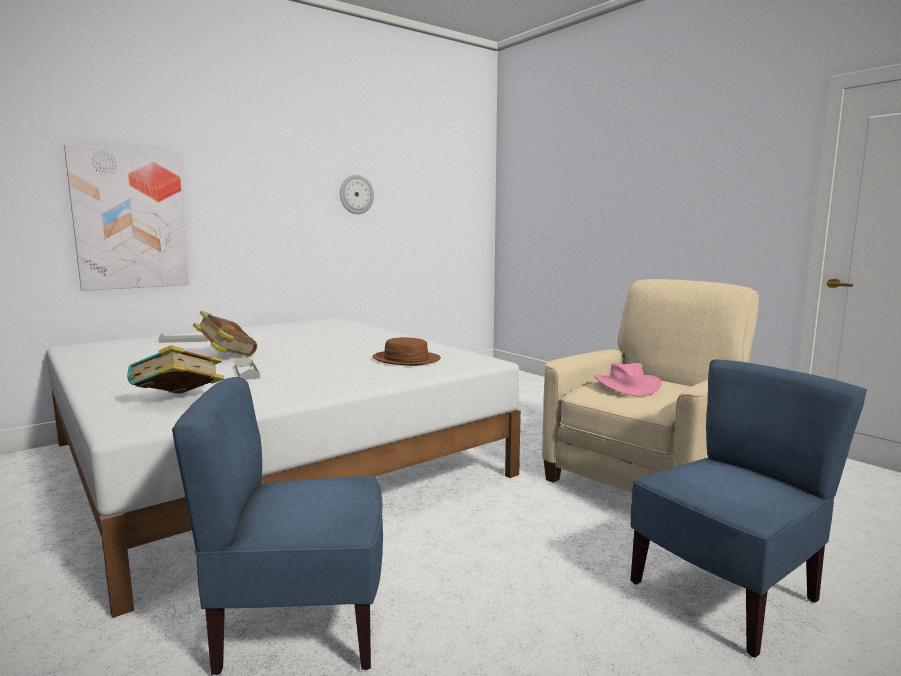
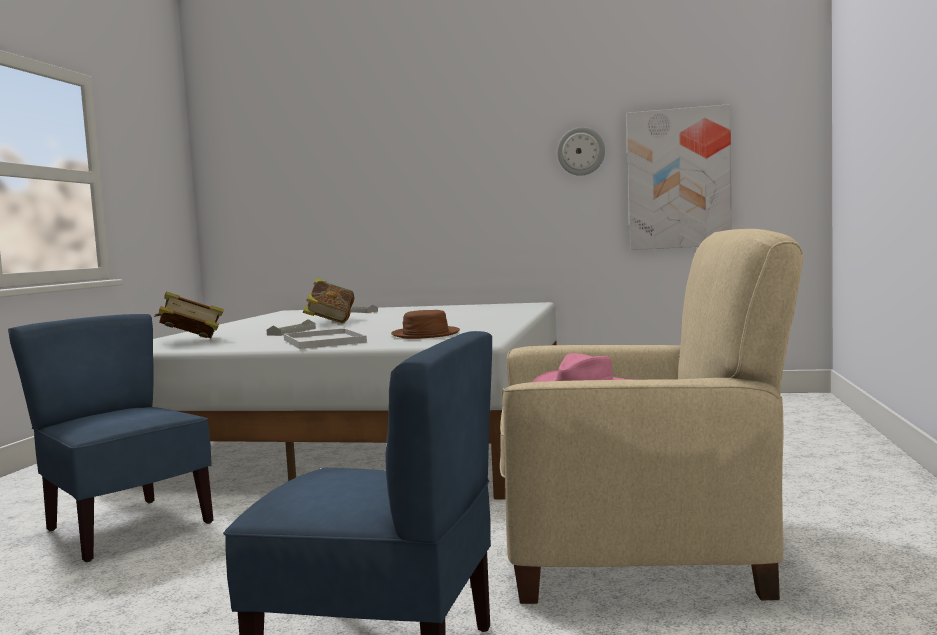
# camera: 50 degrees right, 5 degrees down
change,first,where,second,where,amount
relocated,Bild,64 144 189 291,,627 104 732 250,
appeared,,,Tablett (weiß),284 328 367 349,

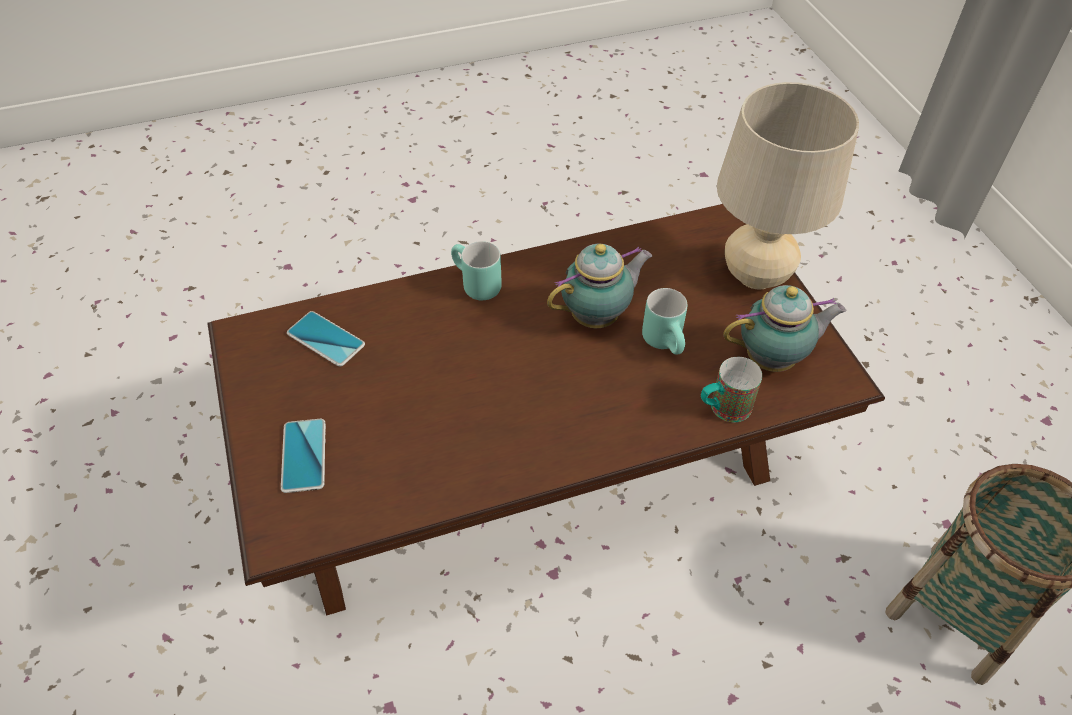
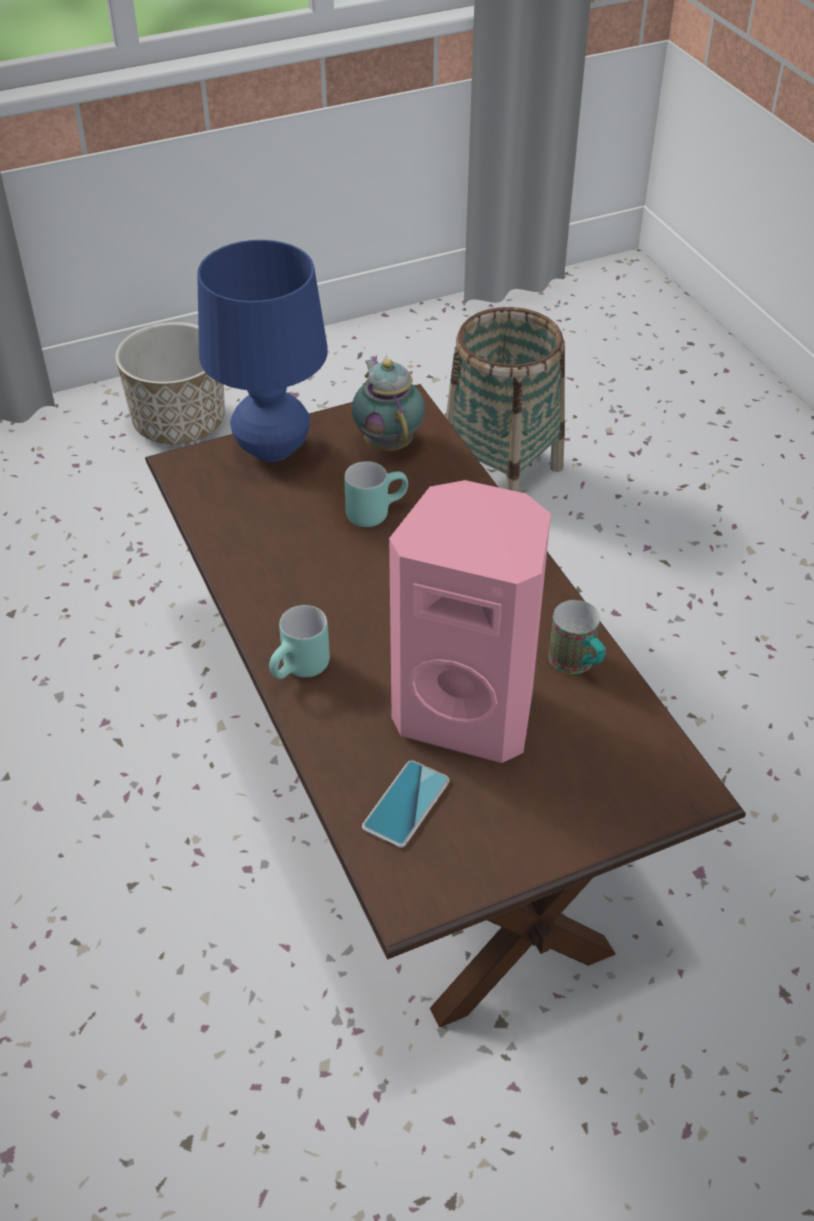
# camera: 95 degrees left, 5 degrees down
change,first,where,second,where,amount
missing,Handy,281 419 326 493,,,
missing,Teekanne,547 244 652 328,,,
relocated,Henkelbecher,701 357 762 422,,549 600 606 674,
colour,Tischlampe (beige),717 82 859 289,Tischlampe (blau),197 240 328 462,
appeared,,,Pflanzkübel,115 322 225 444,
appeared,,,Lautsprecher (rosa),389 480 551 763,

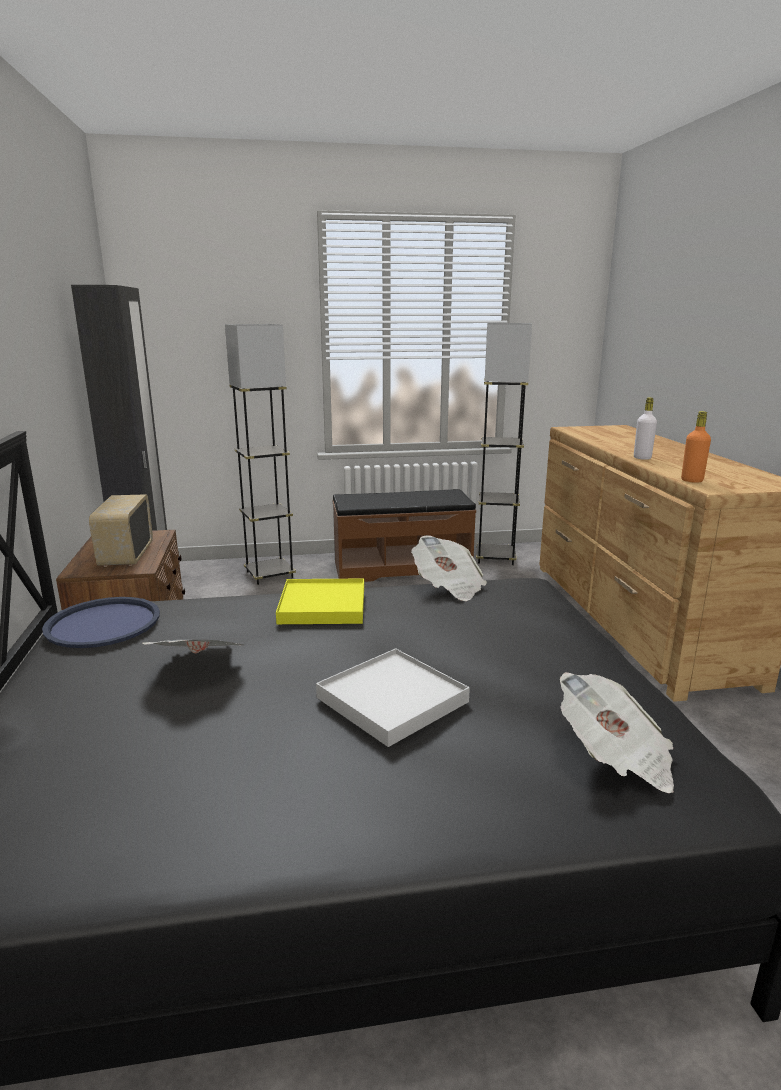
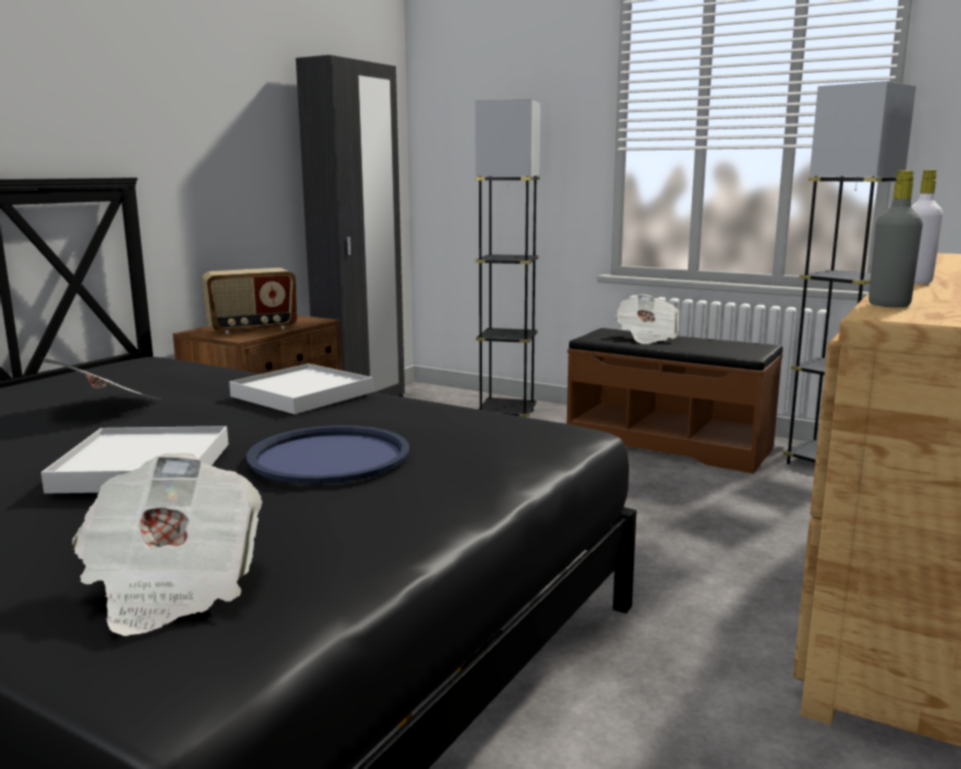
# camera: 40 degrees right, 5 degrees down
change,first,where,second,where,amount
relocated,Tablett (blau),42 597 160 648,,246 425 409 484,
spun,Radio,89 494 153 567,,202 268 297 334,150 degrees counterclockwise
colour,Tablett (gelb),276 579 364 624,Tablett (weiß),229 364 373 414,
relocated,Zeitung,411 535 487 601,,615 294 679 344,
colour,Flasche (orange),681 411 711 482,Flasche (grau),869 170 923 307,

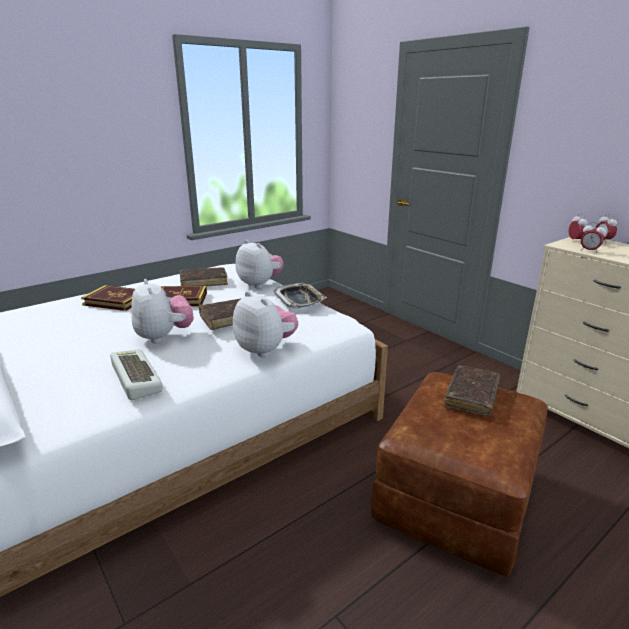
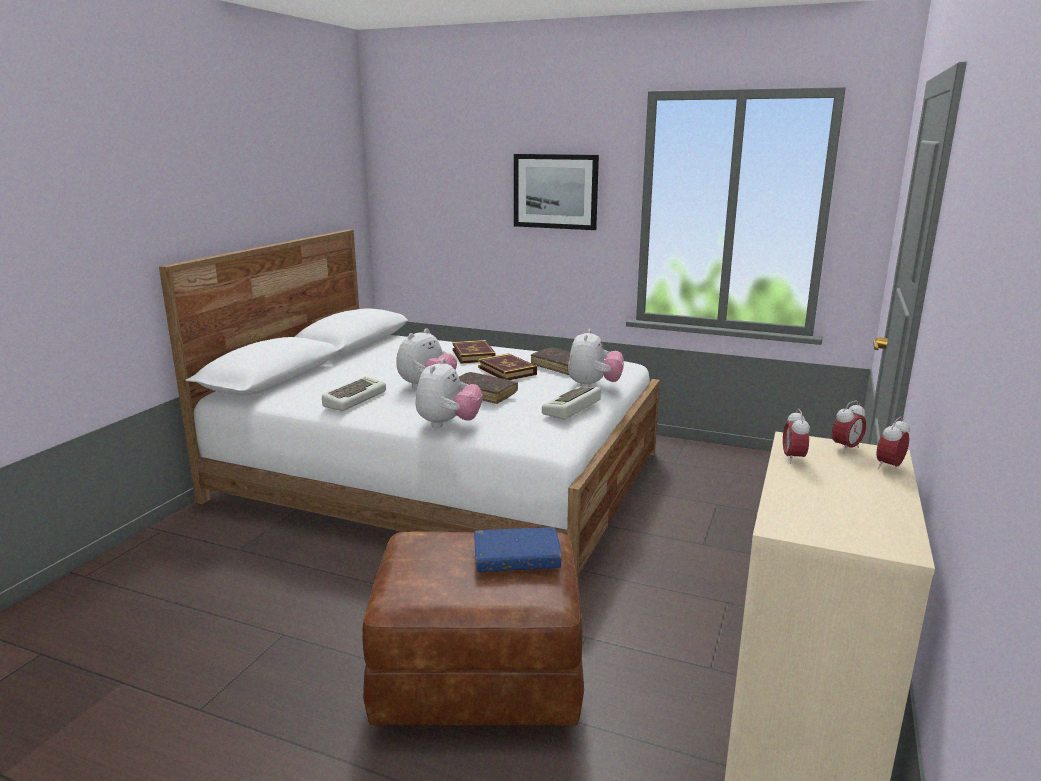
# camera: 60 degrees right, 5 degrees down
change,first,where,second,where,amount
exchanged,Tablett,274 283 327 308,Tastatur,542 387 601 419,
colour,Buch (braun),444 366 501 416,Buch (blau),474 527 562 572,
appeared,,,Bild,514 154 599 230,

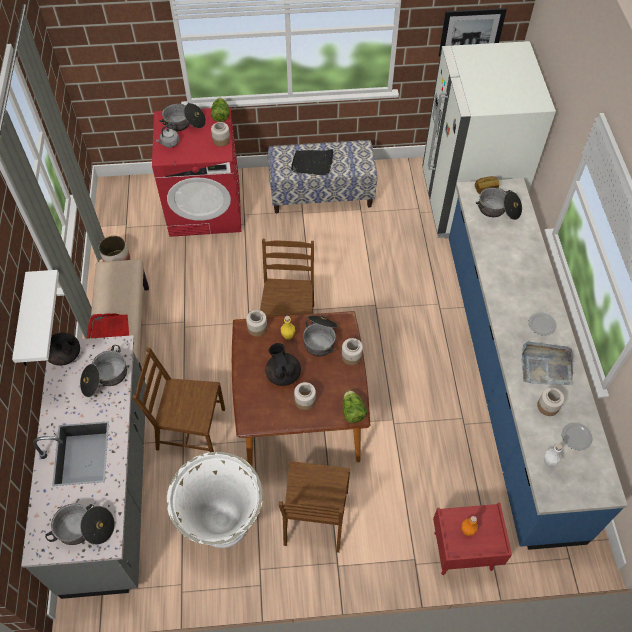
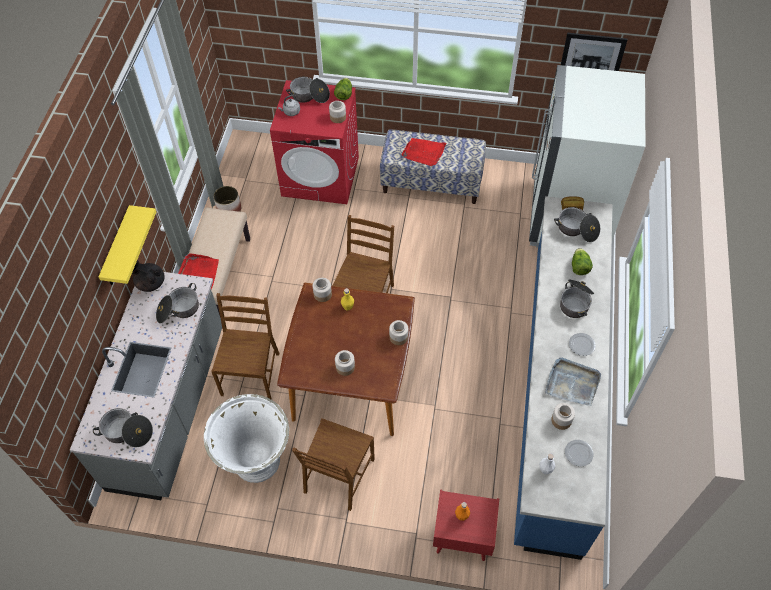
# camera: 15 degrees right, 0 degrees up
change,first,where,second,where,amount
colour,Wandregal (weiß),12 270 59 366,Wandregal (gelb),99 205 156 285,
spun,Stuhl (braun),132 348 225 452,,211 293 279 399,75 degrees clockwise
missing,Teekanne (schwarz),265 343 301 386,,,
colour,Tablett (schwarz),291 149 333 175,Tablett (rot),401 138 446 166,
relocated,Kochtopf,303 315 338 356,,560 279 594 318,
relocated,Salatkopf,343 390 367 423,,572 248 593 275,

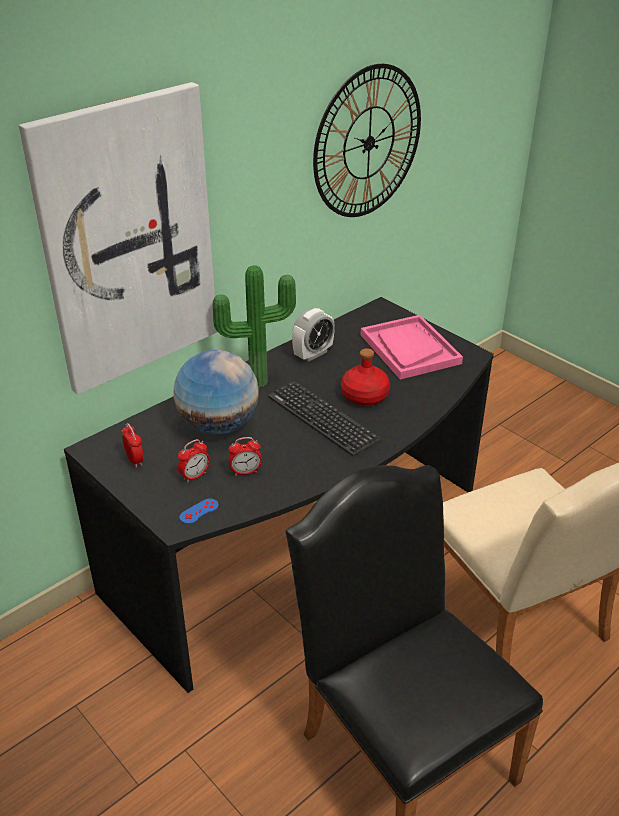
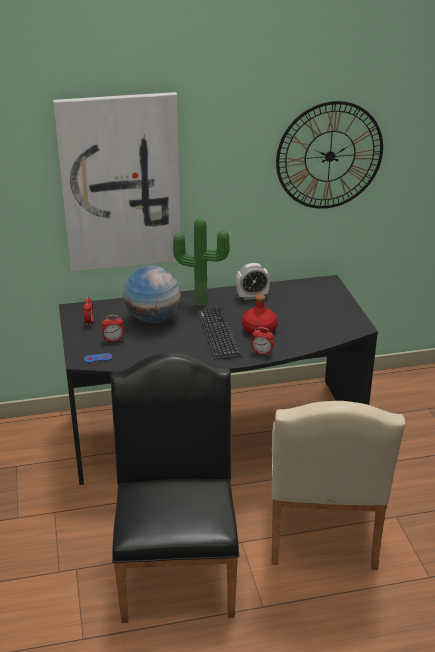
# camera: 30 degrees right, 5 degrees down
change,first,where,second,where,amount
relocated,Wecker,228 437 262 476,,251 327 274 356,
missing,Tablett (rosa),361 315 463 380,,,

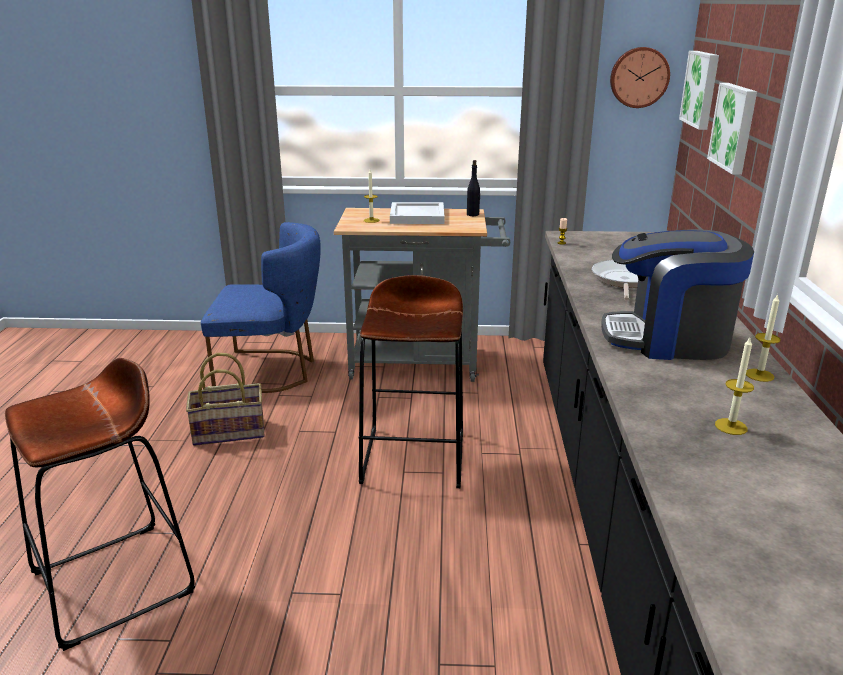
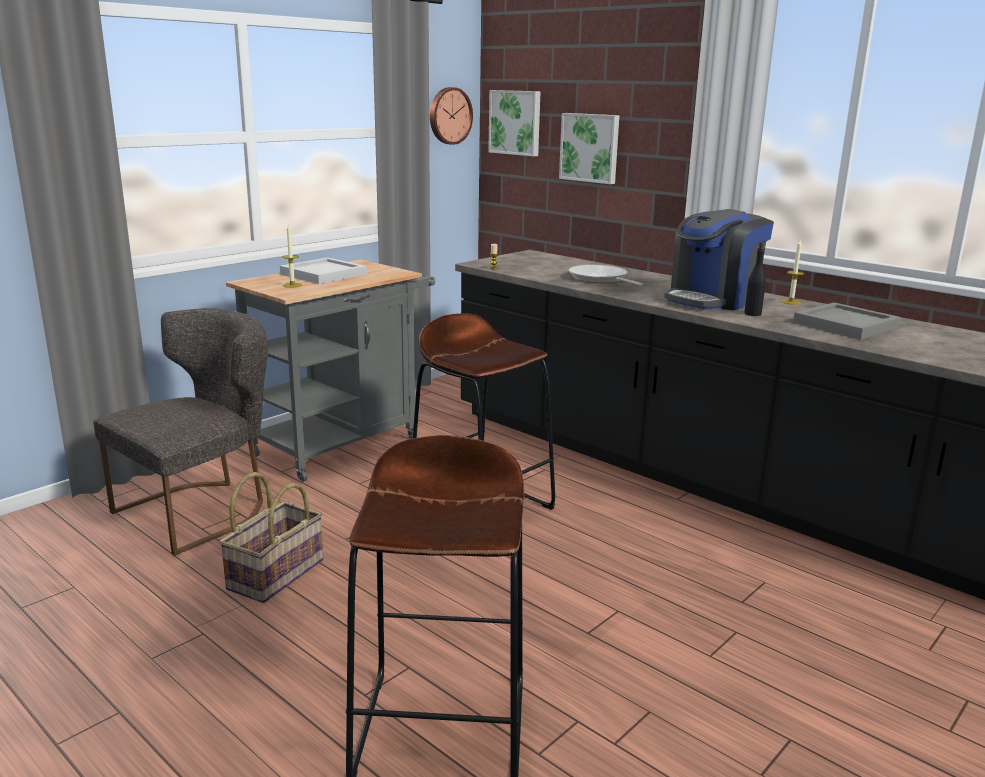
# camera: 50 degrees left, 5 degrees down
change,first,where,second,where,amount
colour,Stuhl (blau),201 222 321 393,Stuhl (grau),93 308 268 556,
relocated,Flasche (schwarz),467 160 480 216,,744 242 766 316,
exchanged,Kerze,715 338 754 435,Tablett (grau),793 302 901 339,

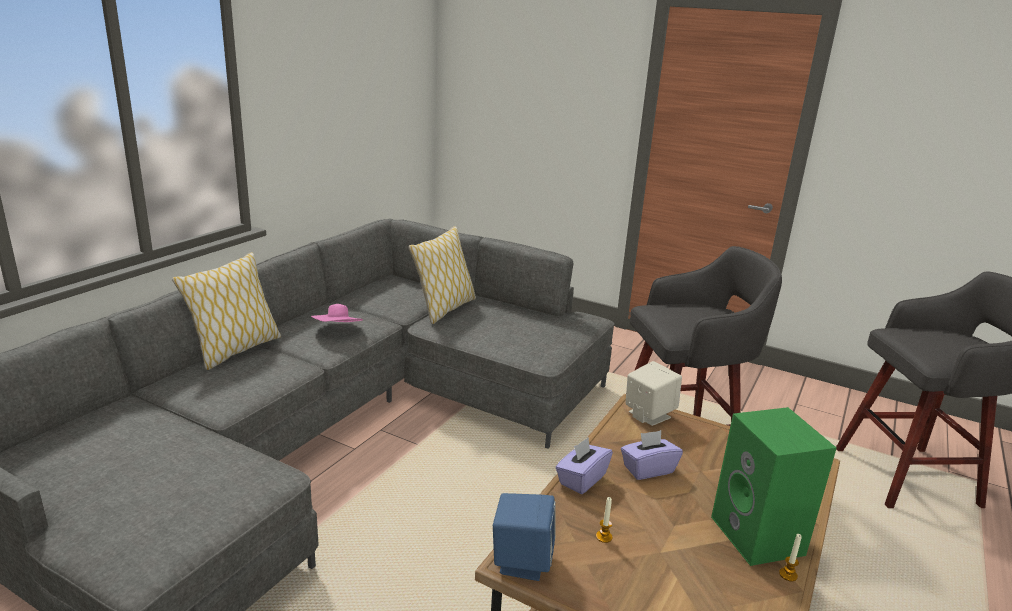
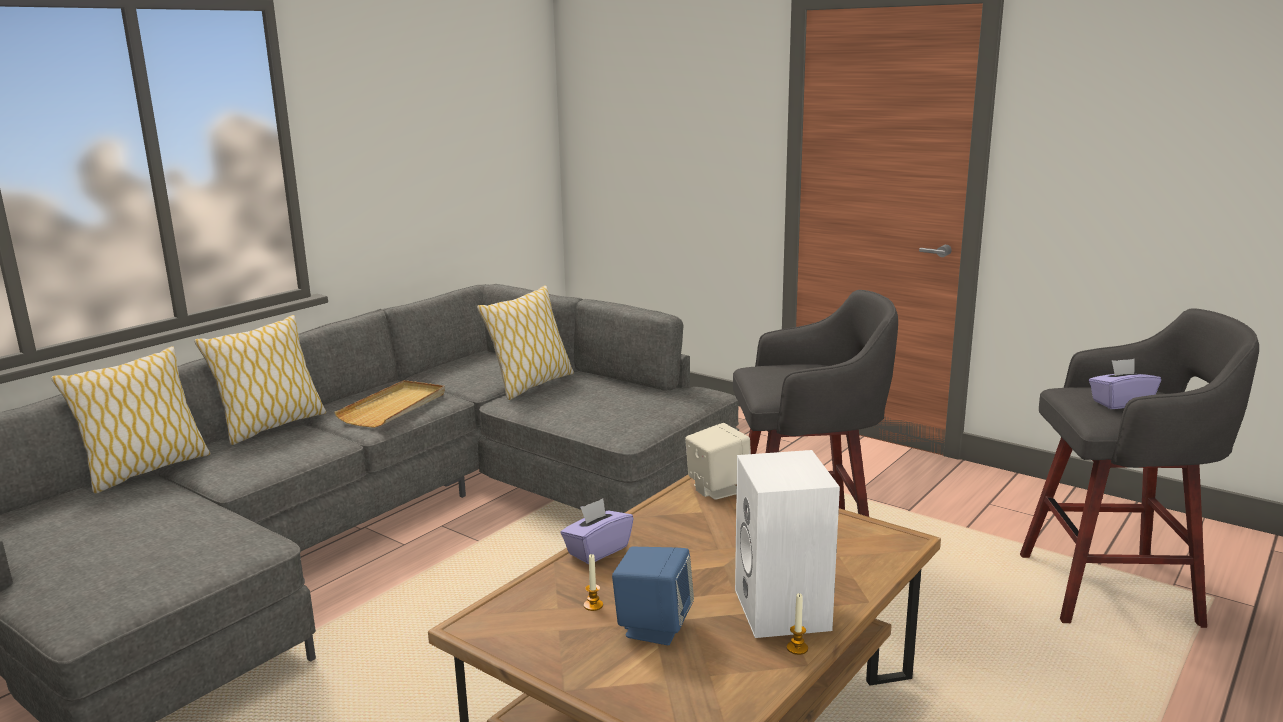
# camera: 10 degrees right, 5 degrees down
change,first,where,second,where,amount
exchanged,Hut (rosa),311 304 363 322,Tablett (beige),334 380 445 428,
relocated,Lautsprecher (blau),493 493 556 581,,612 547 694 645,
relocated,Taschentuchbox (lila),621 430 683 480,,1089 359 1161 409,
colour,Lautsprecher (grün),711 407 837 566,Lautsprecher (weiß),735 450 840 638,
appeared,,,Kissen,51 346 211 493,

